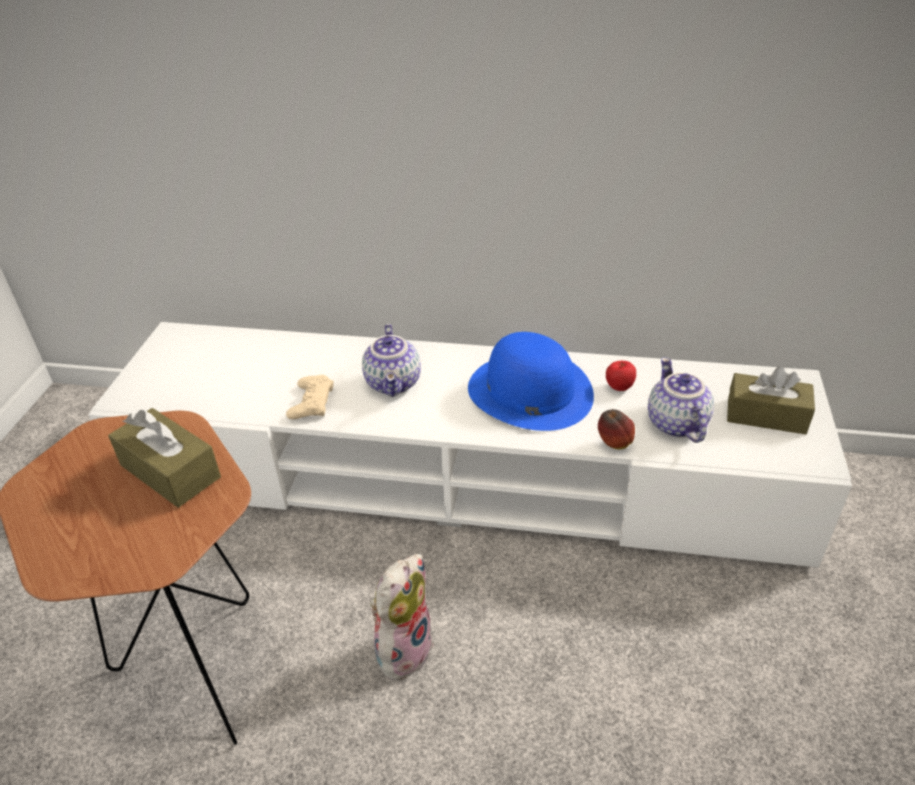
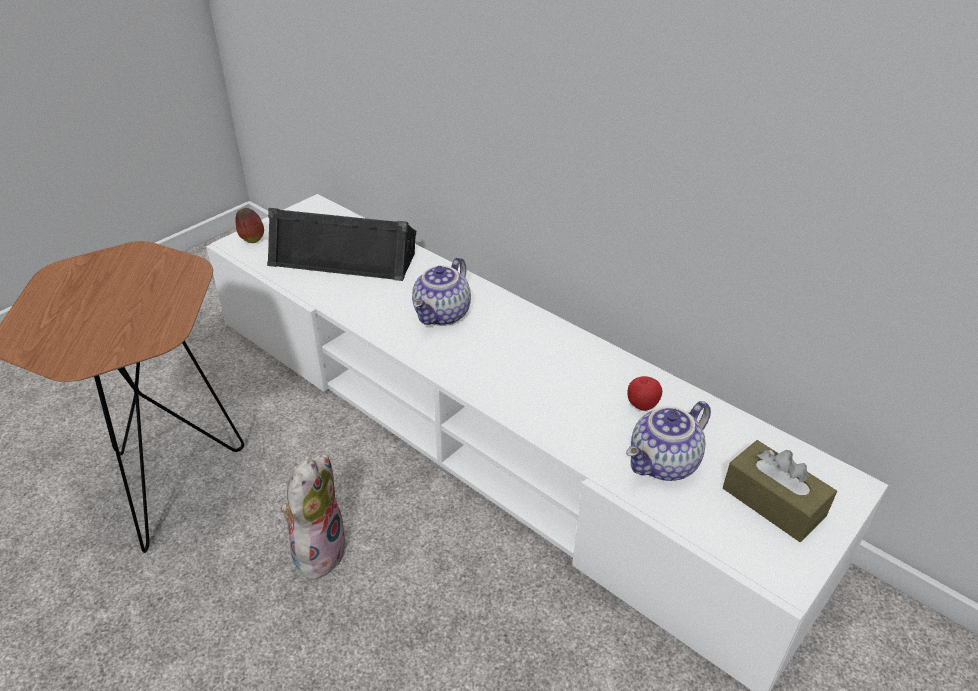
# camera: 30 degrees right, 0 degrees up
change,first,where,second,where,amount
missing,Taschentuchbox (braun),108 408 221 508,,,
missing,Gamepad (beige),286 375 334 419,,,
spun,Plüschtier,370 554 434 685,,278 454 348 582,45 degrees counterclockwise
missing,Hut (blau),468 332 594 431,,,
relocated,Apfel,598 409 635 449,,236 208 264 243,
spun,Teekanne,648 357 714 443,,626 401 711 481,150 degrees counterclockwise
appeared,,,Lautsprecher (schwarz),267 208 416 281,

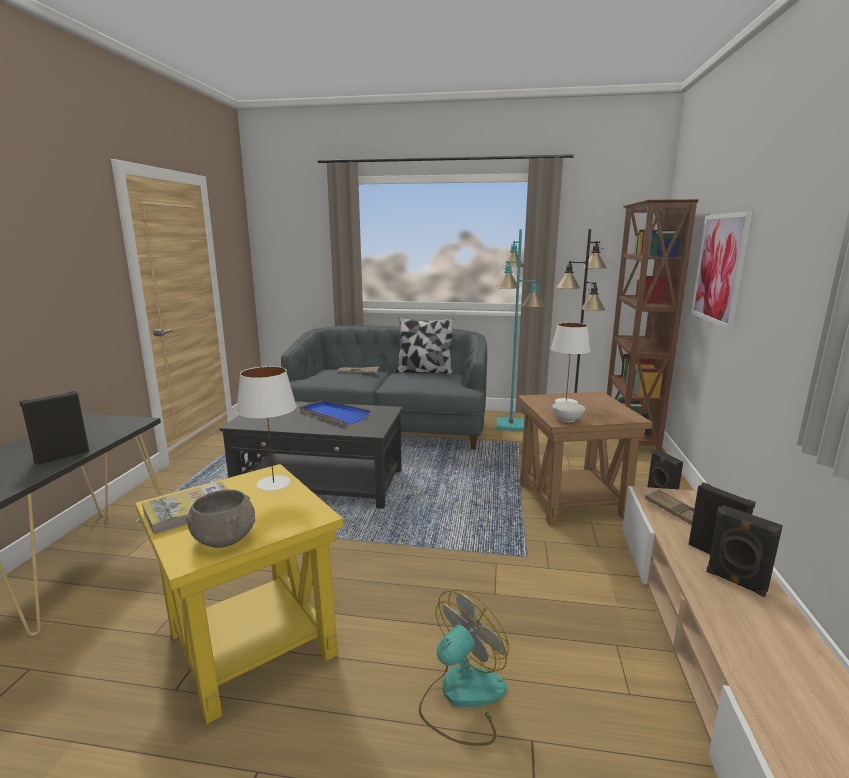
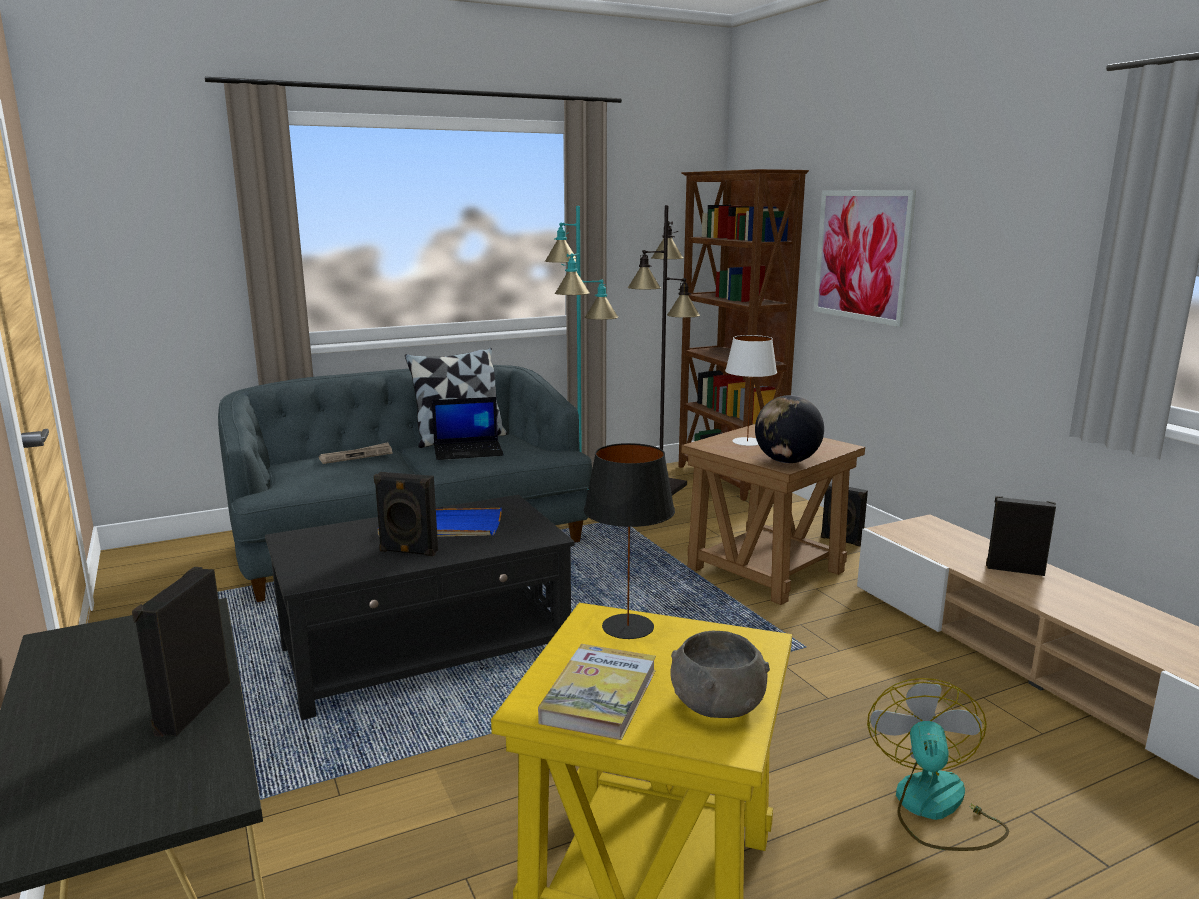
# camera: 35 degrees left, 0 degrees up
change,first,where,second,where,amount
colour,Tischlampe (weiß),236 366 297 491,Tischlampe (schwarz),584 443 675 639,
exchanged,Schüssel (weiß),552 401 585 422,Globus,755 395 824 463,
missing,Tablett (braun),645 490 694 525,,,
relocated,Lautsprecher (schwarz),706 505 783 597,,374 472 438 556,
appeared,,,Laptop,432 397 504 460,

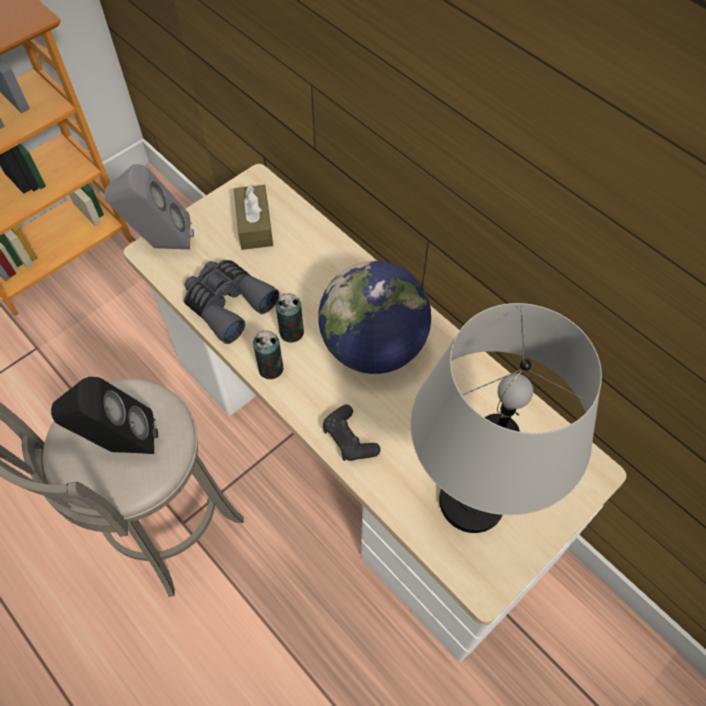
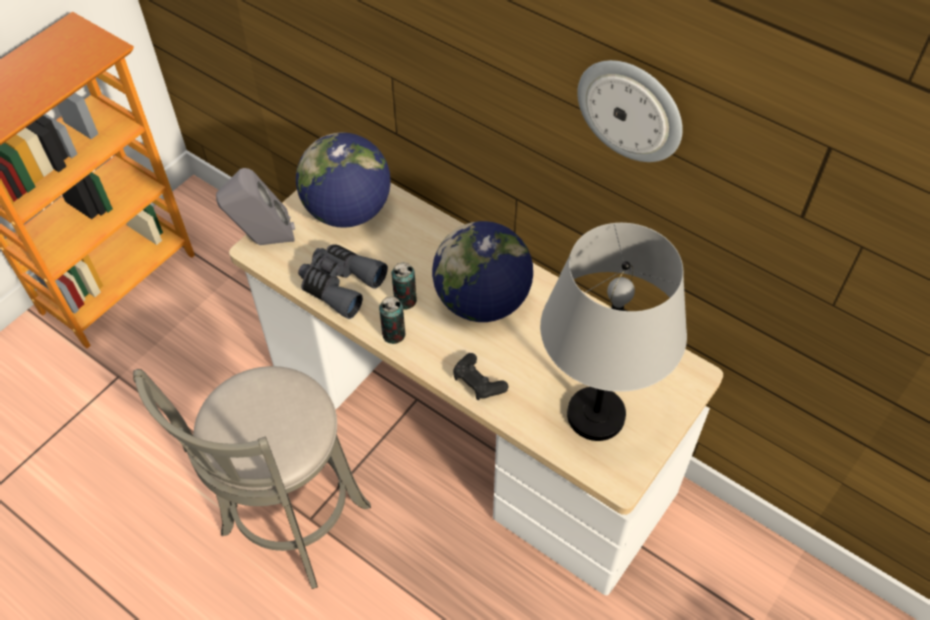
# camera: 10 degrees left, 5 degrees down
change,first,where,second,where,amount
missing,Lautsprecher (schwarz),51 377 158 454,,,
exchanged,Taschentuchbox (braun),234 184 273 250,Globus,296 132 391 228,
appeared,,,Wanduhr,577 60 683 162,

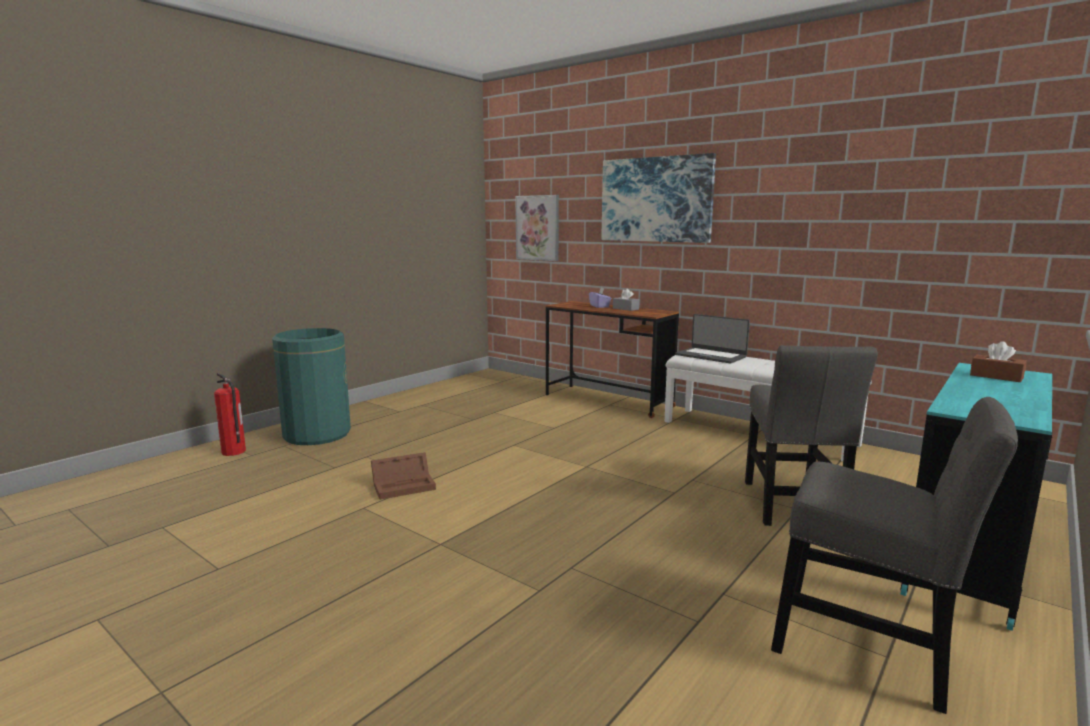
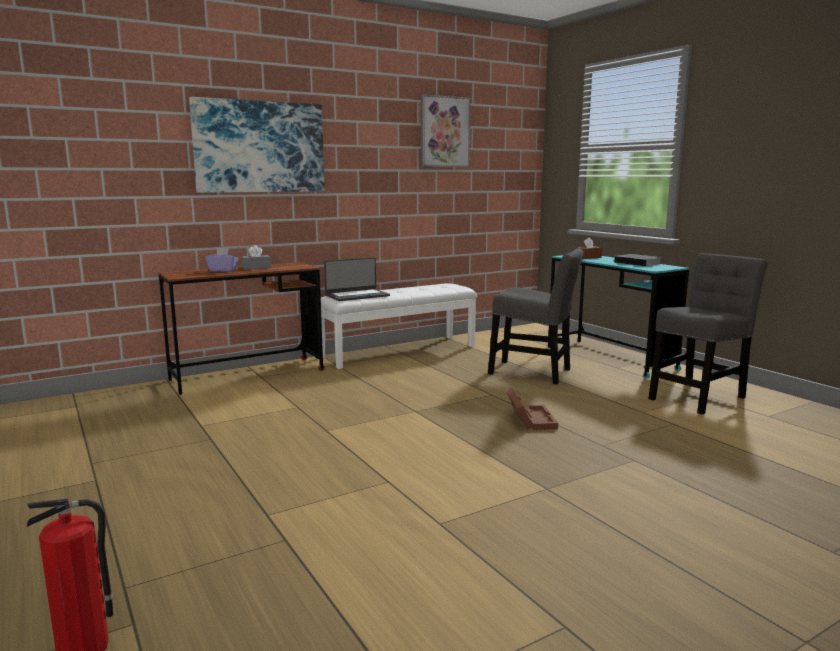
# camera: 70 degrees left, 0 degrees up
change,first,where,second,where,amount
missing,Mülleimer (grün),272 328 351 445,,,
relocated,Aufbewahrungsbox (braun),371 452 436 500,,506 388 558 430,
relocated,Bild,515 195 559 261,,421 94 470 167,
appeared,,,Buch,614 254 662 267,

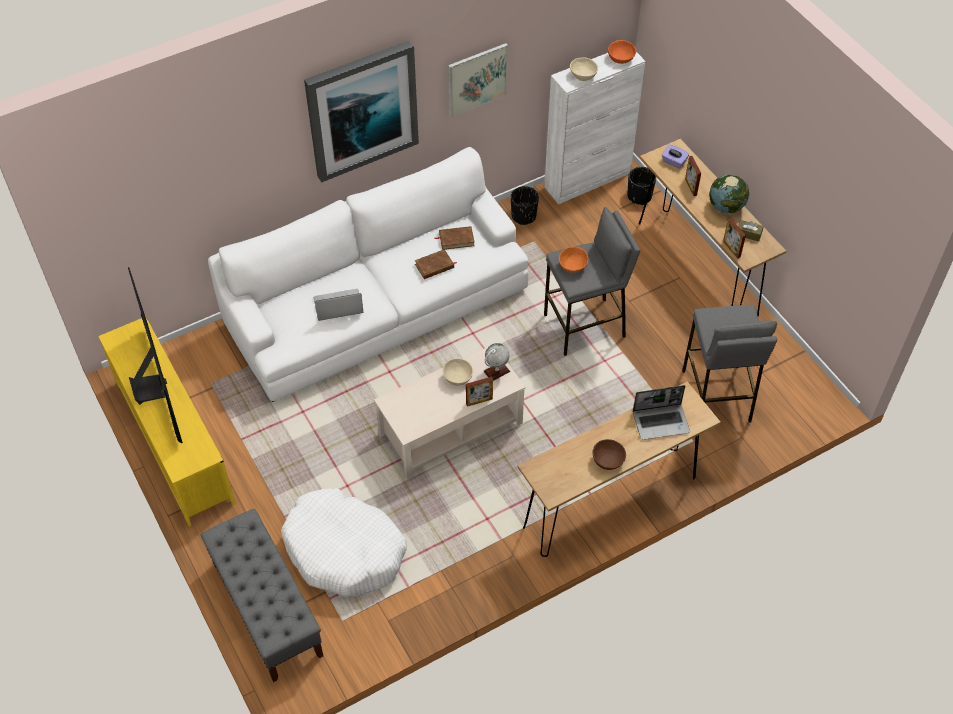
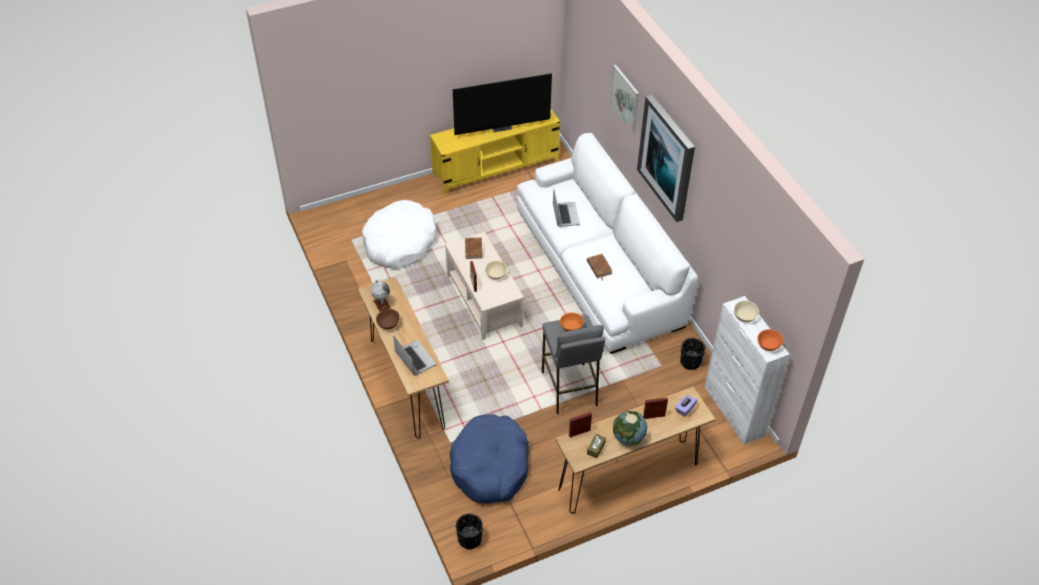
# camera: 95 degrees right, 5 degrees down
change,first,where,second,where,amount
missing,Bank (grau),201 509 323 682,,,
relocated,Buch (braun),434 226 475 250,,465 237 483 259,
relocated,Bild,448 43 508 117,,610 65 639 133,
relocated,Globus,483 343 510 381,,371 280 391 311,
relocated,Pflanzkübel (schwarz),627 167 656 205,,456 514 483 550,
spun,Laptop,633 385 690 440,,393 336 436 376,150 degrees clockwise
exchanged,Hocker (grau),682 305 777 423,Hundebett (blau),450 414 529 503,

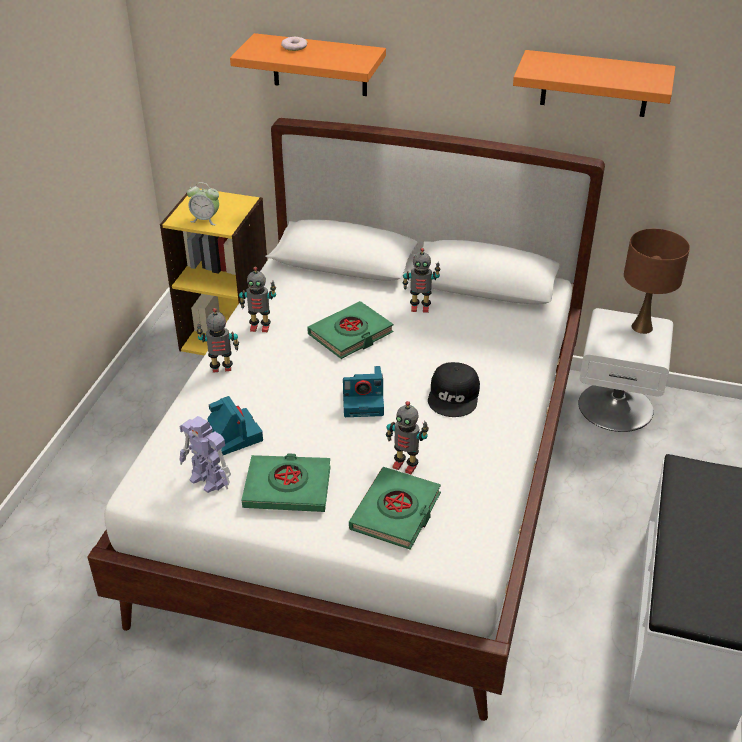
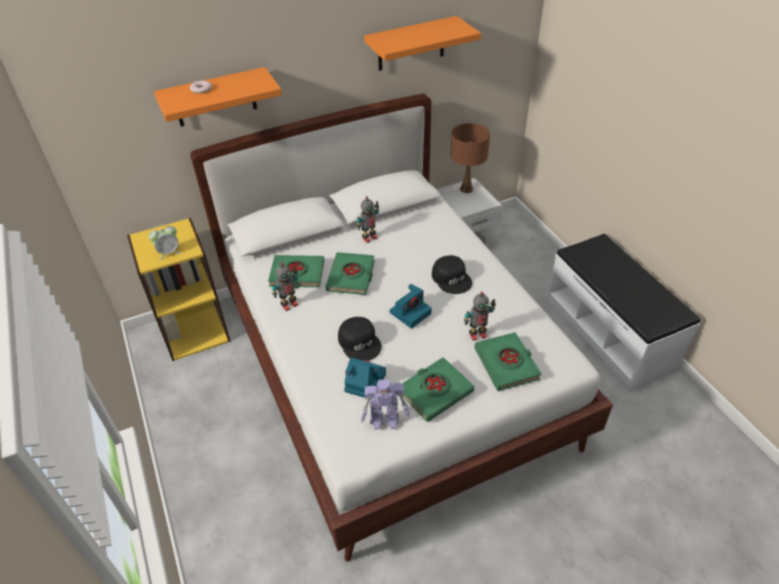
# camera: 40 degrees left, 5 degrees up
change,first,where,second,where,amount
missing,Spielzeugroboter,197 308 239 373,,,
appeared,,,Buch (grün),268 255 324 289,
appeared,,,Kappe (schwarz),338 317 382 361,

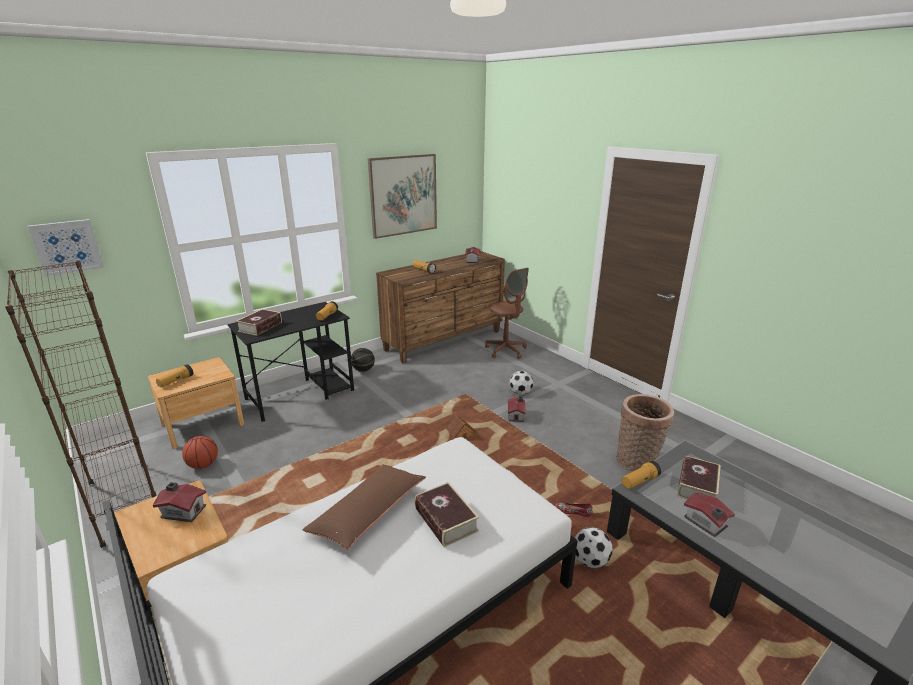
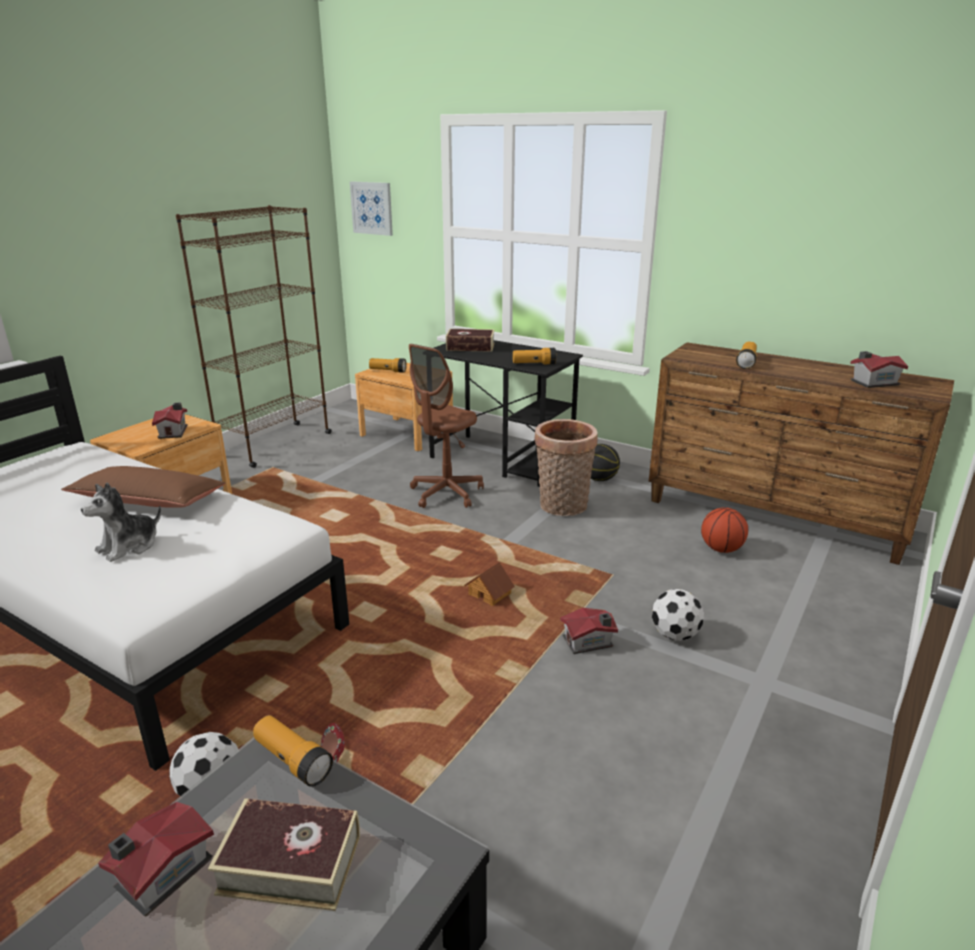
# camera: 70 degrees right, 0 degrees up
change,first,where,second,where,amount
relocated,Basketball,182 436 218 469,,701 507 748 553,
missing,Bild,368 154 437 239,,,
exchanged,Buch,415 482 479 547,Plüschtier,81 482 161 562,
relocated,Bürostuhl (braun),485 268 529 359,,409 344 484 508,
relocated,Korb,617 394 674 471,,534 419 598 516,

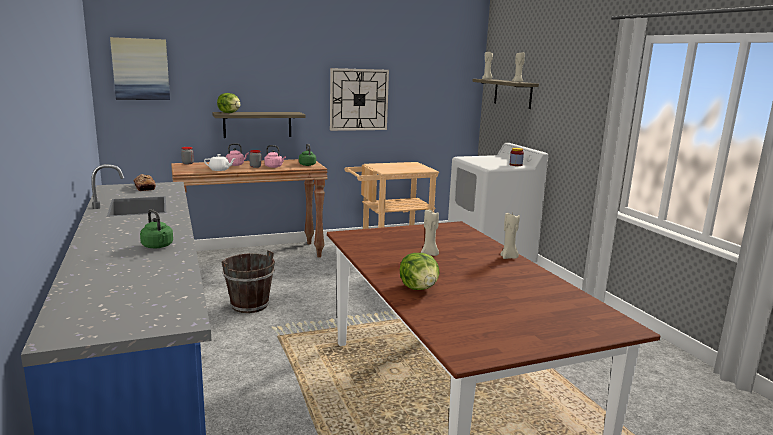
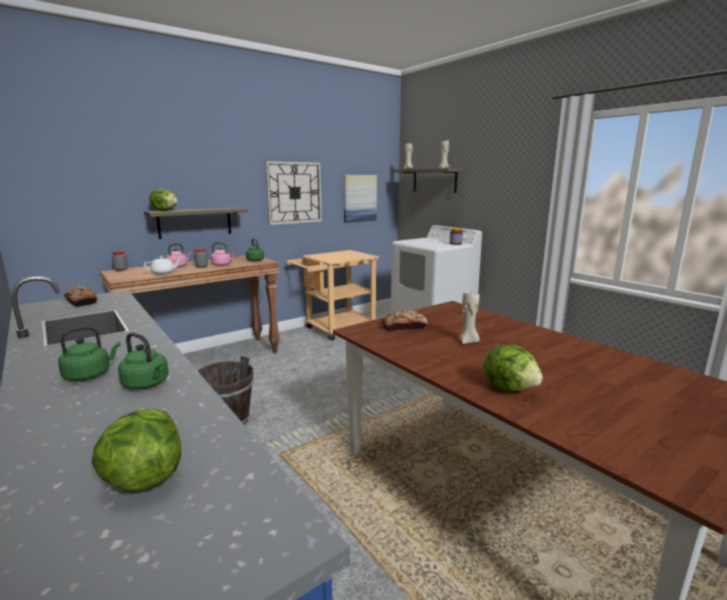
# camera: 15 degrees left, 0 degrees up
change,first,where,second,where,amount
relocated,Bild,110 37 170 100,,344 175 377 223,
missing,Kerze (beige),500 213 520 259,,,
appeared,,,Wasserkessel (grün),58 326 121 381,
appeared,,,Salatkopf,92 409 181 492,
appeared,,,Brot,382 310 428 331,

